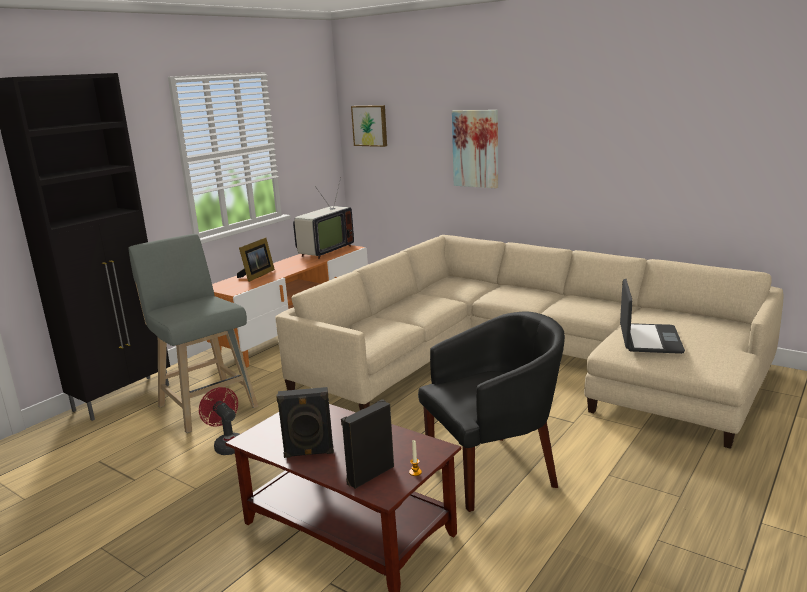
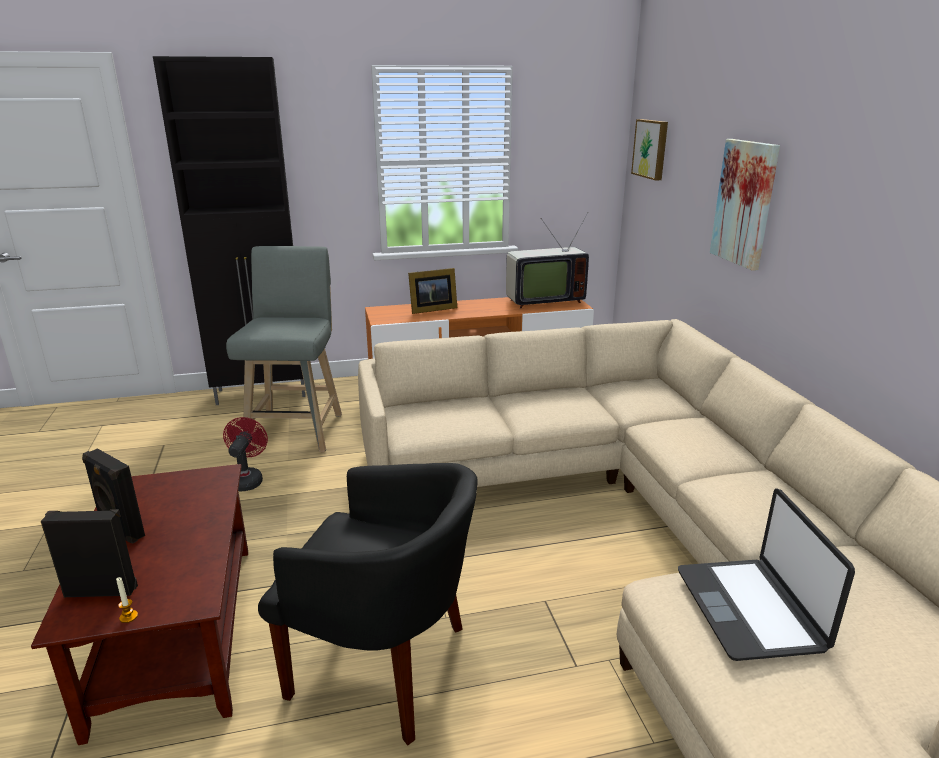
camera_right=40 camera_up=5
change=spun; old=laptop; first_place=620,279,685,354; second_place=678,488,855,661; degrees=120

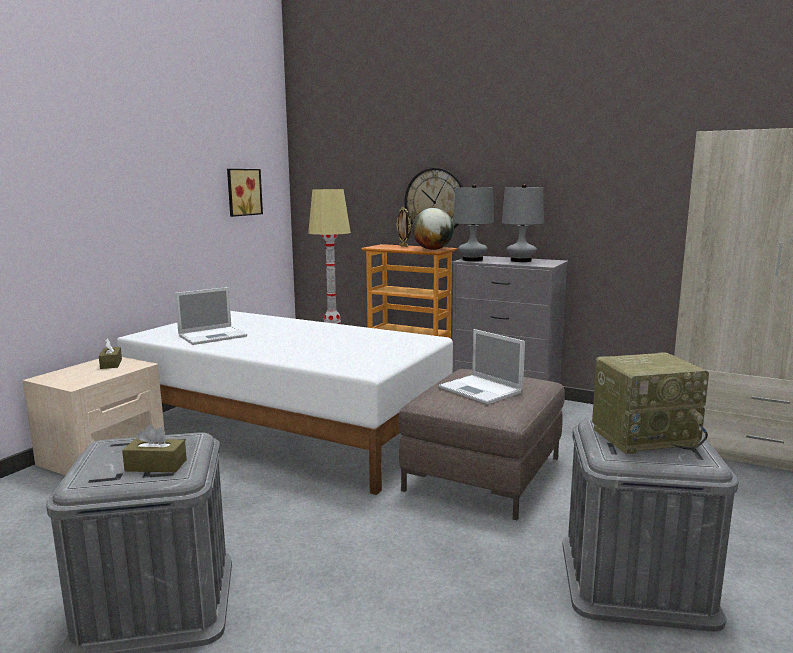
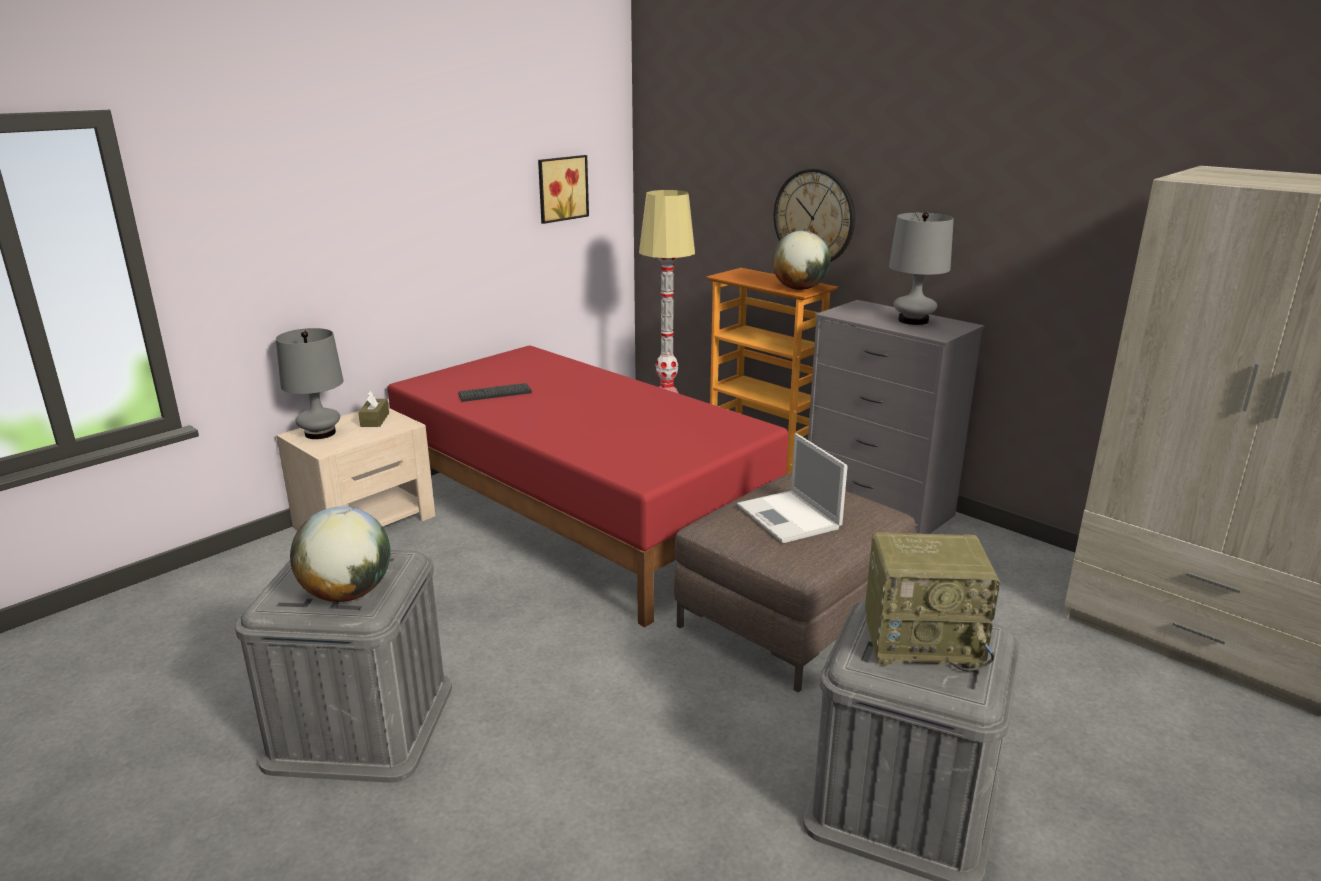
camera_right=15 camera_up=10
change=missing; old=picture_frame; first_place=396,207,411,247
change=relocated; old=grey_table_lamp; first_place=453,184,494,261; second_place=276,328,343,439
change=exchanged; old=brown_tissue_box; new=globe; first_place=122,425,187,472; second_place=290,506,391,602
change=exchanged; old=laptop; new=keyboard; first_place=175,287,247,345; second_place=458,383,532,402
change=colour; old=white_bed; new=red_bed; first_place=117,311,453,495; second_place=388,345,788,627

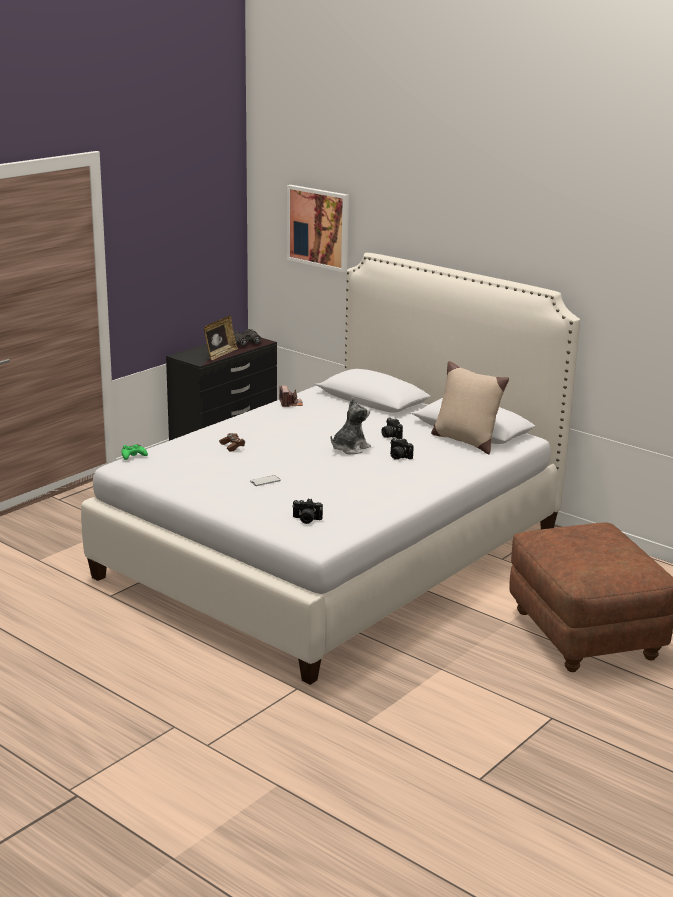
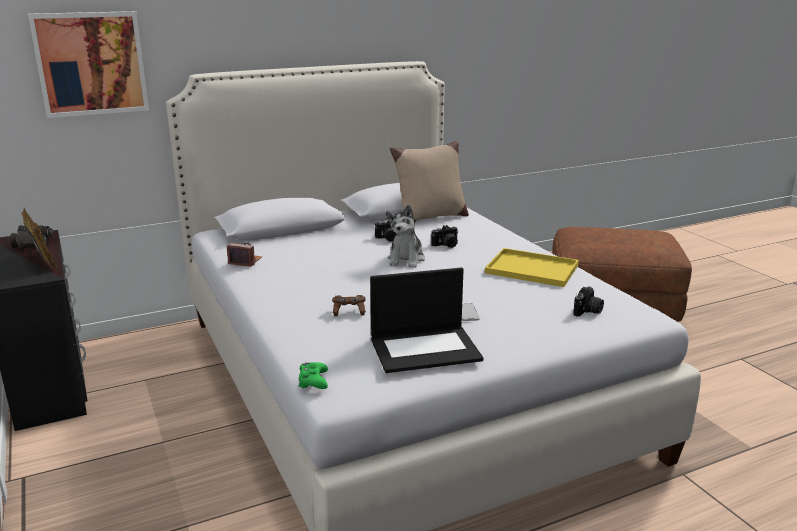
camera_right=-65 camera_up=0
change=appeared; new=laptop; second_place=370,267,483,373
change=appeared; new=yellow_tray; second_place=485,248,579,287
change=spun; old=plush_toy; first_place=330,397,371,454; second_place=386,205,425,268; degrees=-150

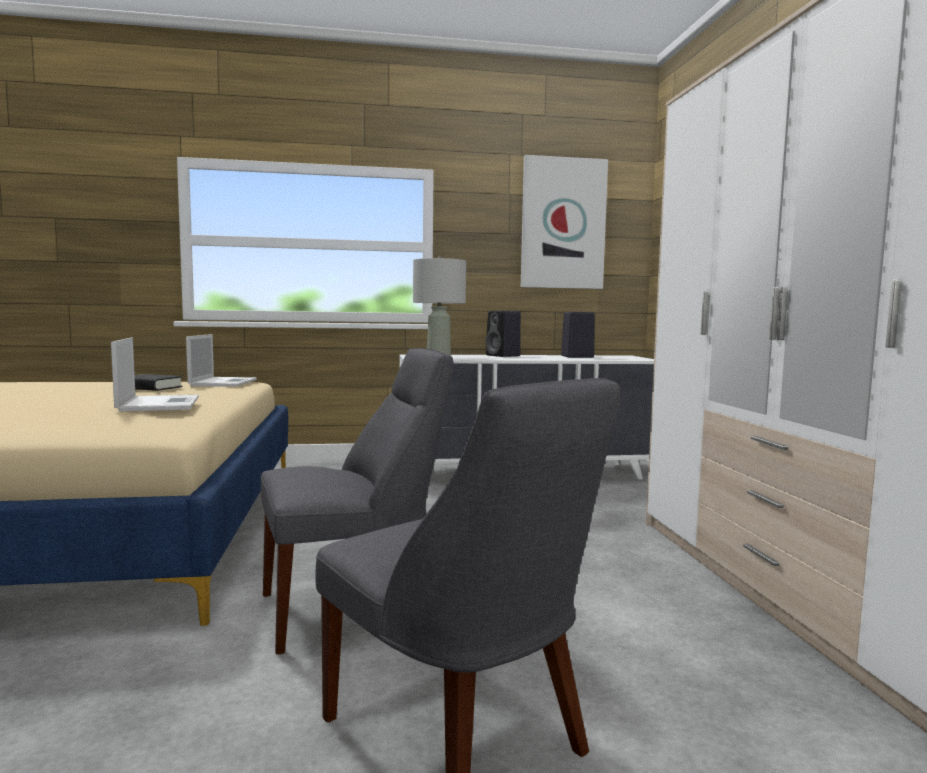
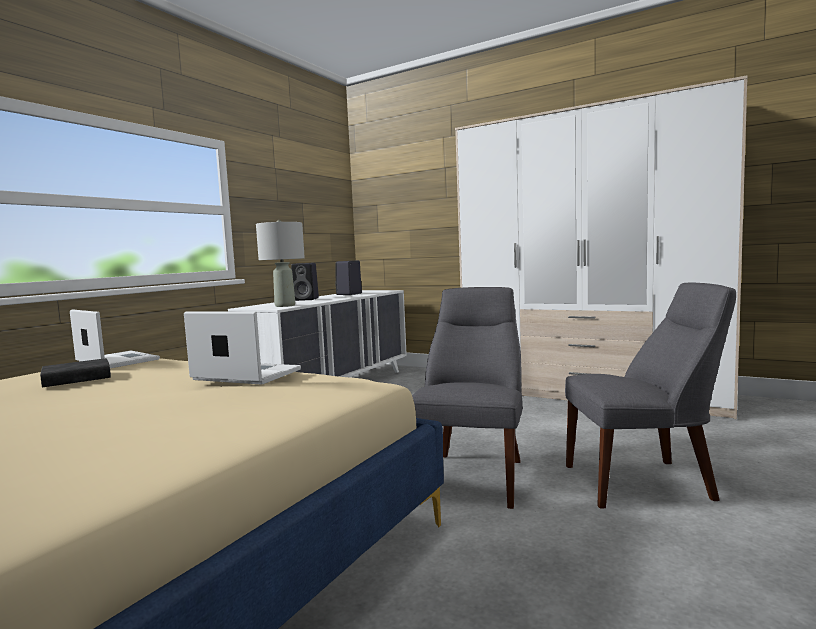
camera_right=-50 camera_up=0
change=missing; old=picture; first_place=521,155,608,289

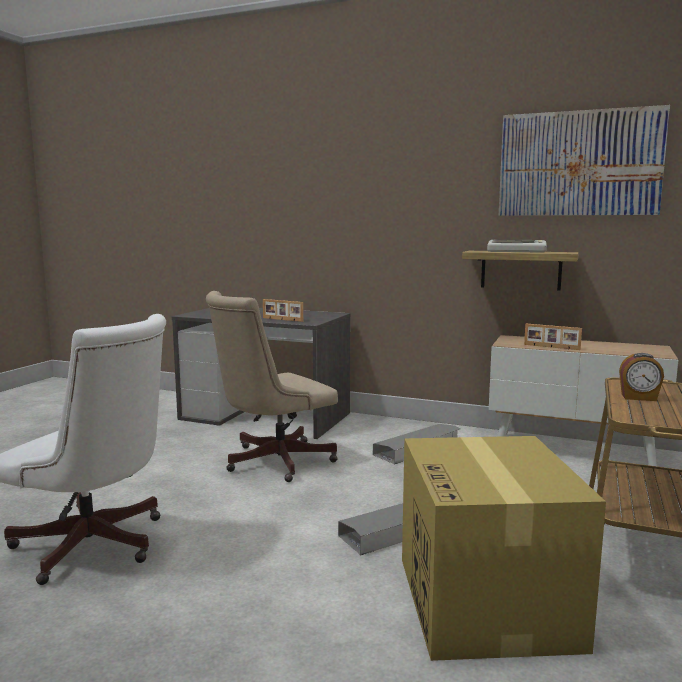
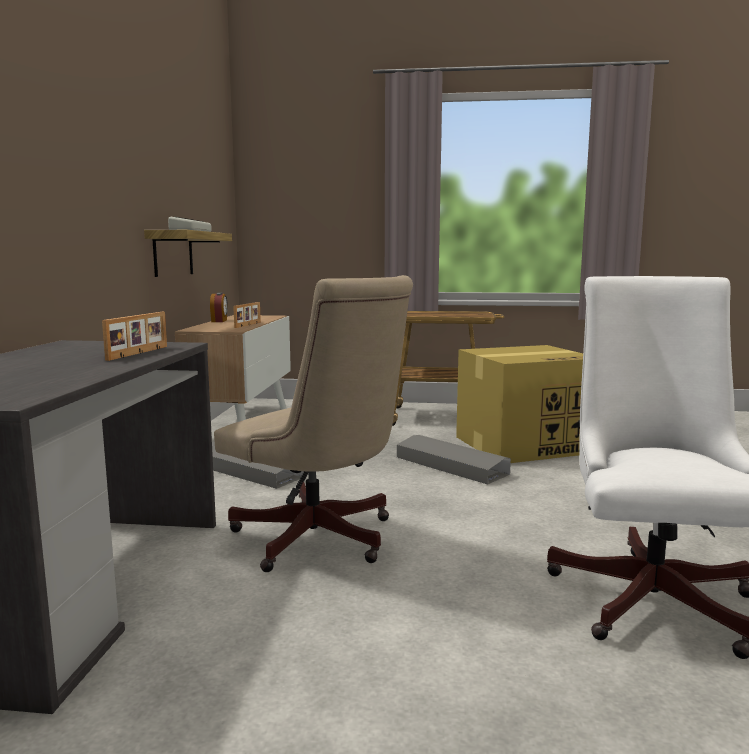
camera_right=-105 camera_up=0
change=missing; old=picture; first_place=499,105,670,216
change=relocated; old=alarm_clock; first_place=619,353,664,401; second_place=210,292,228,322

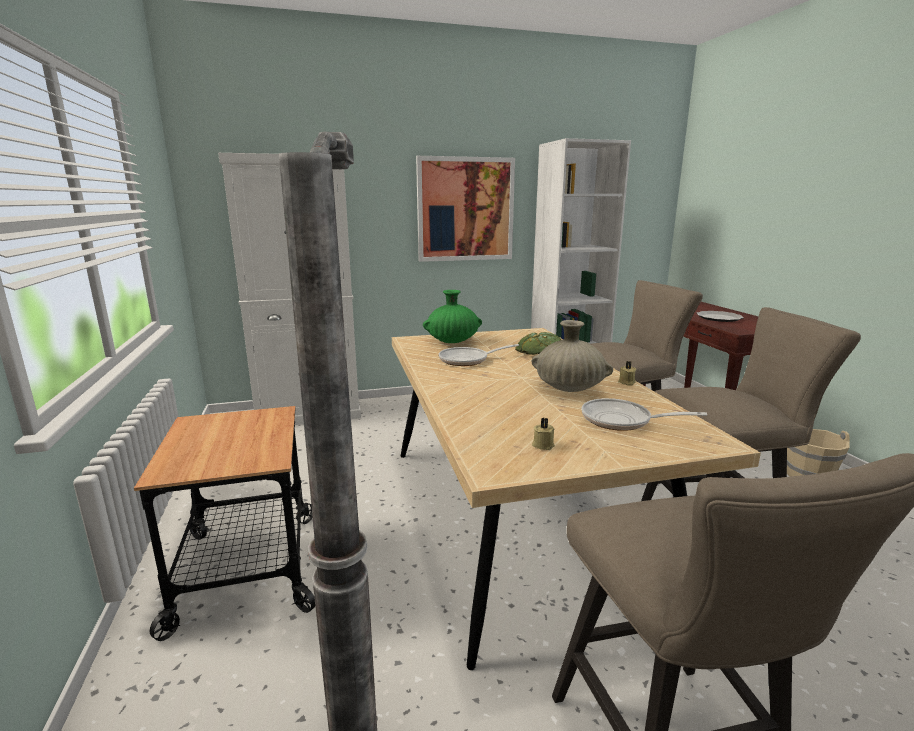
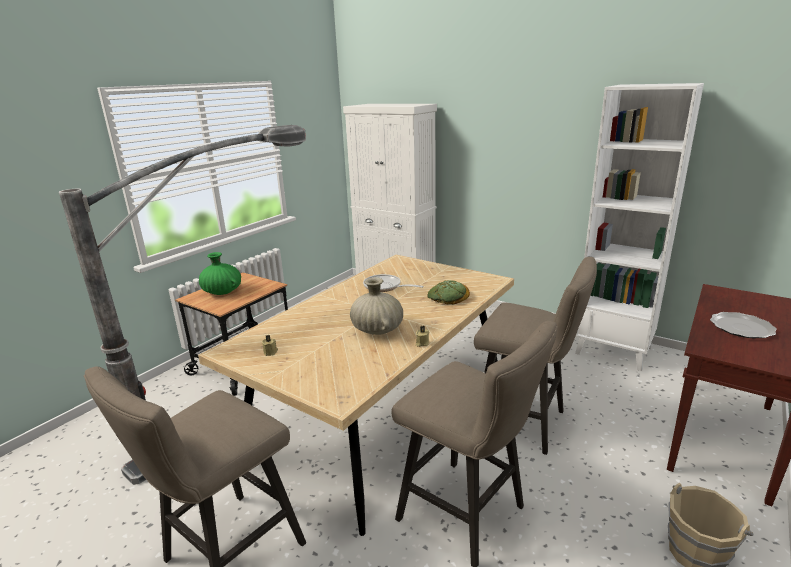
camera_right=50 camera_up=5
change=missing; old=picture; first_place=416,156,515,262
change=missing; old=frying_pan; first_place=581,398,707,431
change=relocated; old=green_vase; first_place=423,290,482,343; second_place=199,252,241,295

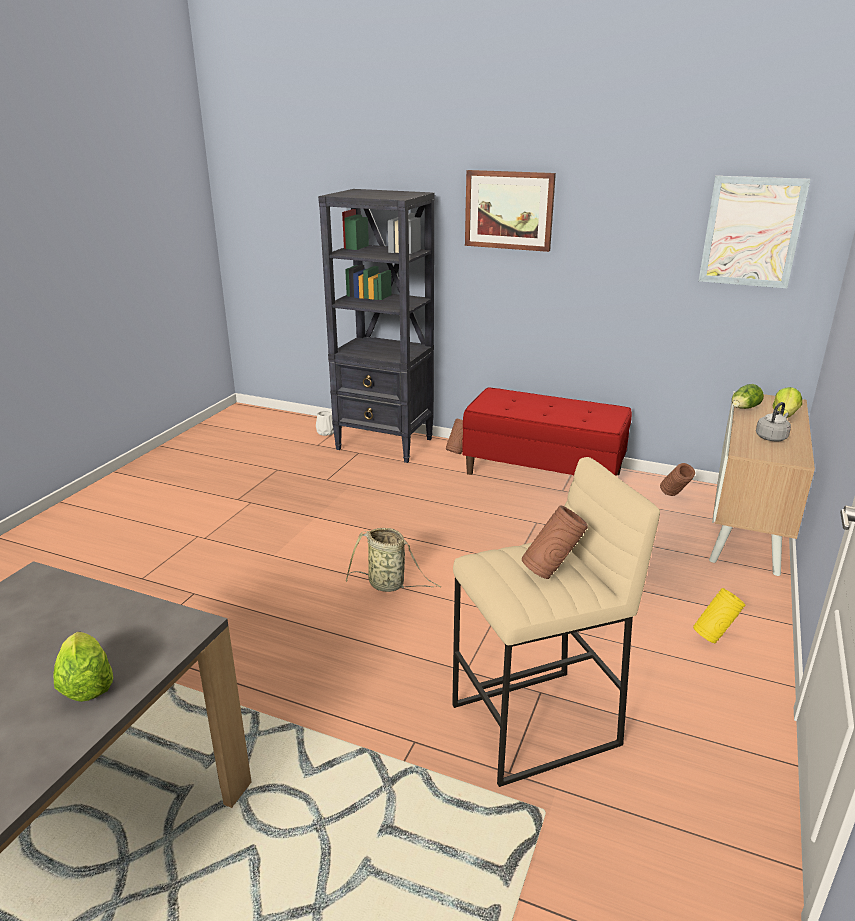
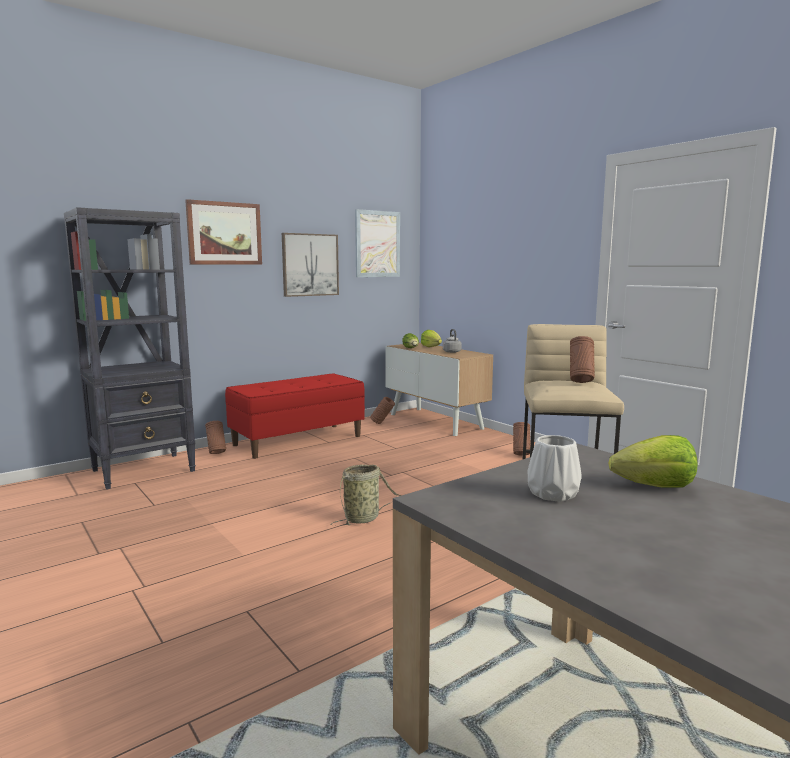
camera_right=-60 camera_up=-15
change=appeared; new=picture; second_place=282,233,339,297
change=relocated; old=white_vase; first_place=316,411,334,436; second_place=528,435,582,502
change=colour; old=yellow_vase; new=brown_vase; first_place=693,588,745,643; second_place=513,422,530,456

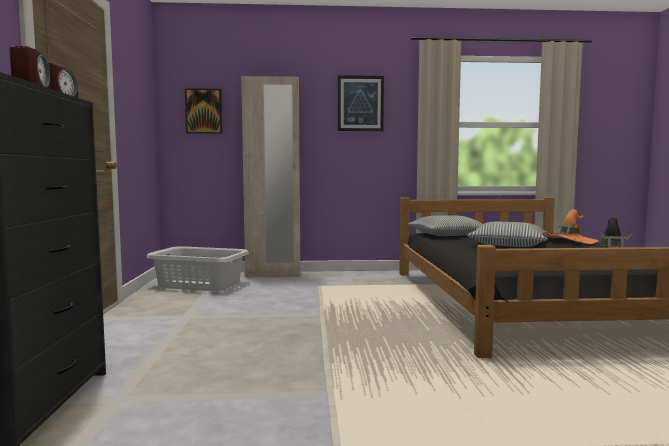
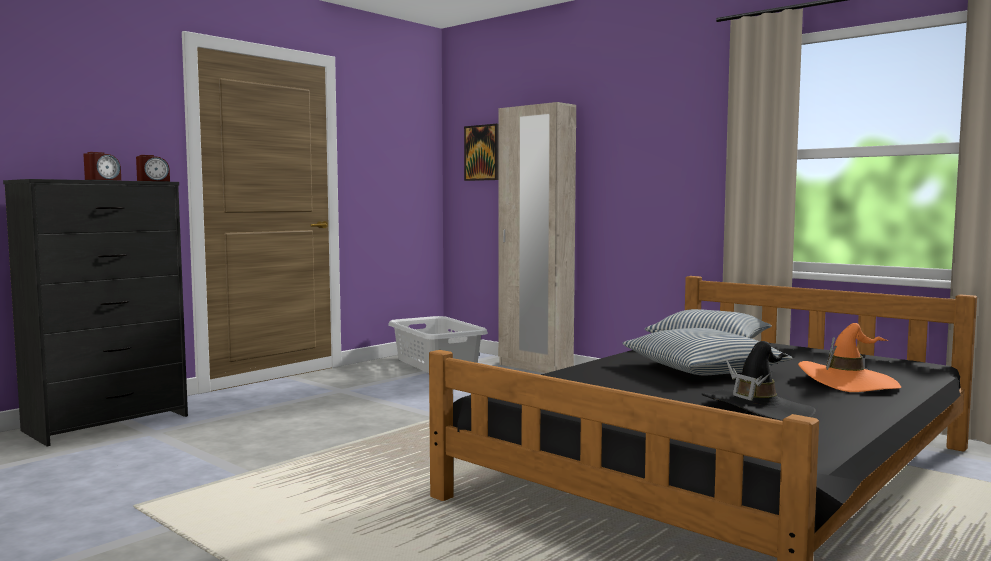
camera_right=45 camera_up=0
change=missing; old=picture; first_place=338,75,384,131

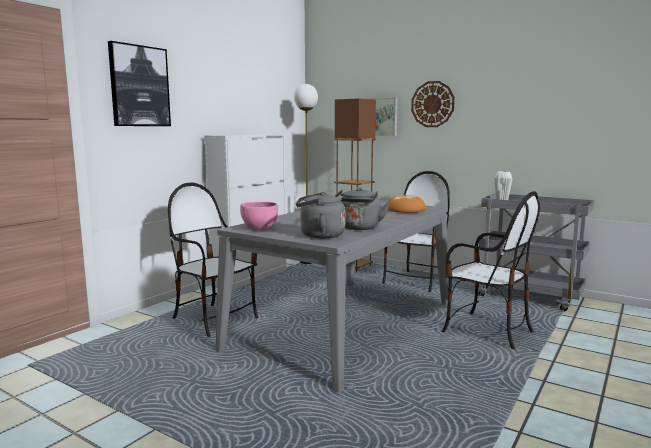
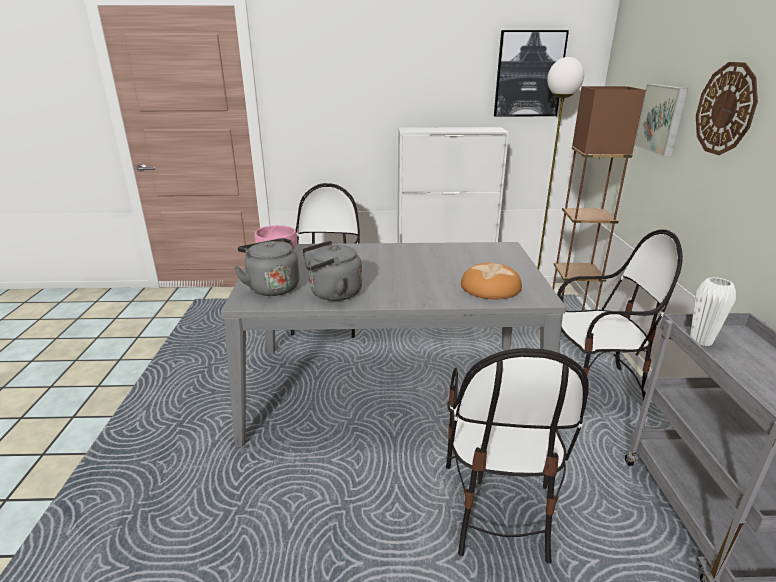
camera_right=55 camera_up=15
change=relocated; old=picture; first_place=108,41,171,126; second_place=494,30,569,117

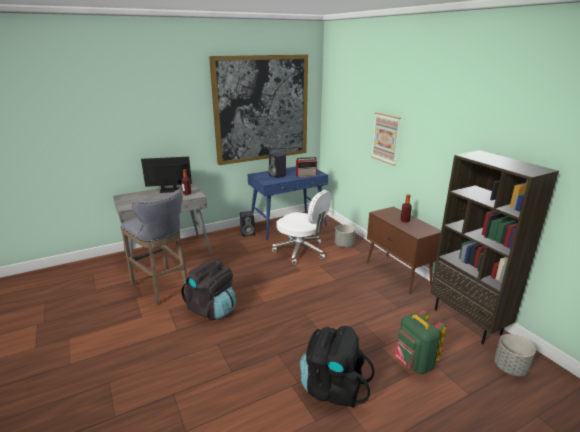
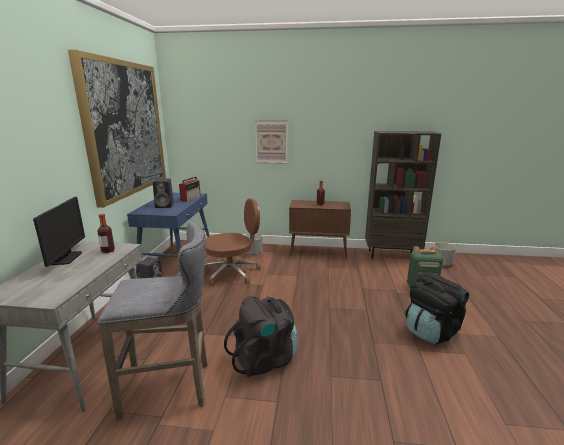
camera_right=-55 camera_up=-5
change=colour; old=white_office_chair; new=brown_office_chair; first_place=272,190,331,264; second_place=204,198,261,286
change=spun; old=monitor; first_place=141,157,192,193; second_place=33,197,85,267; degrees=150

